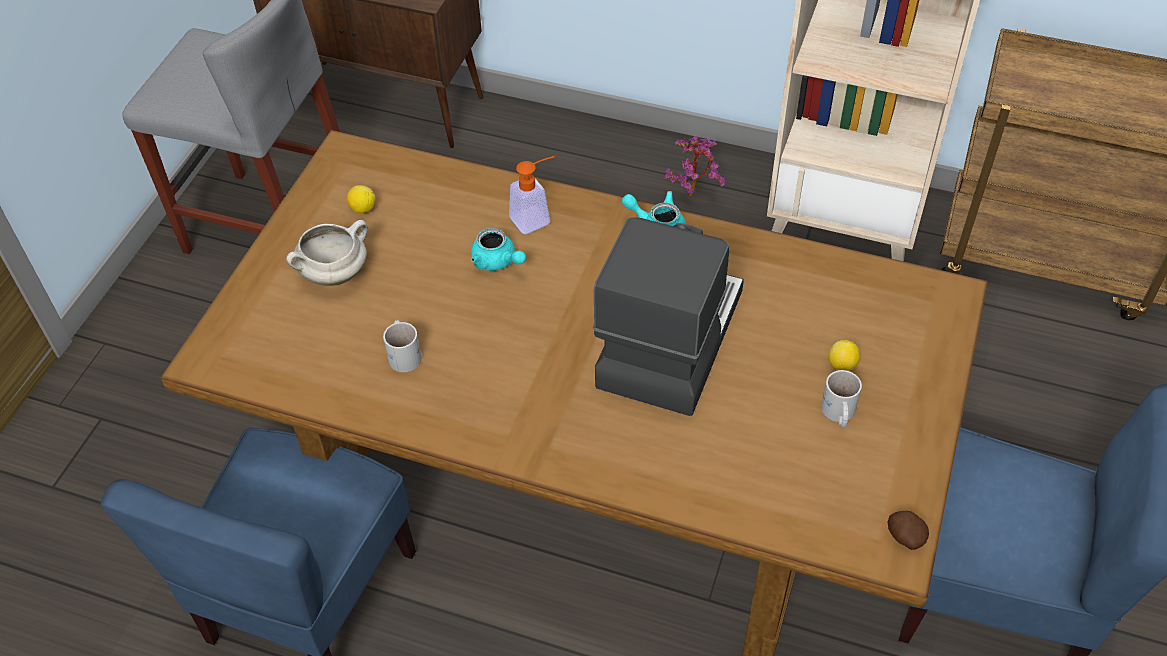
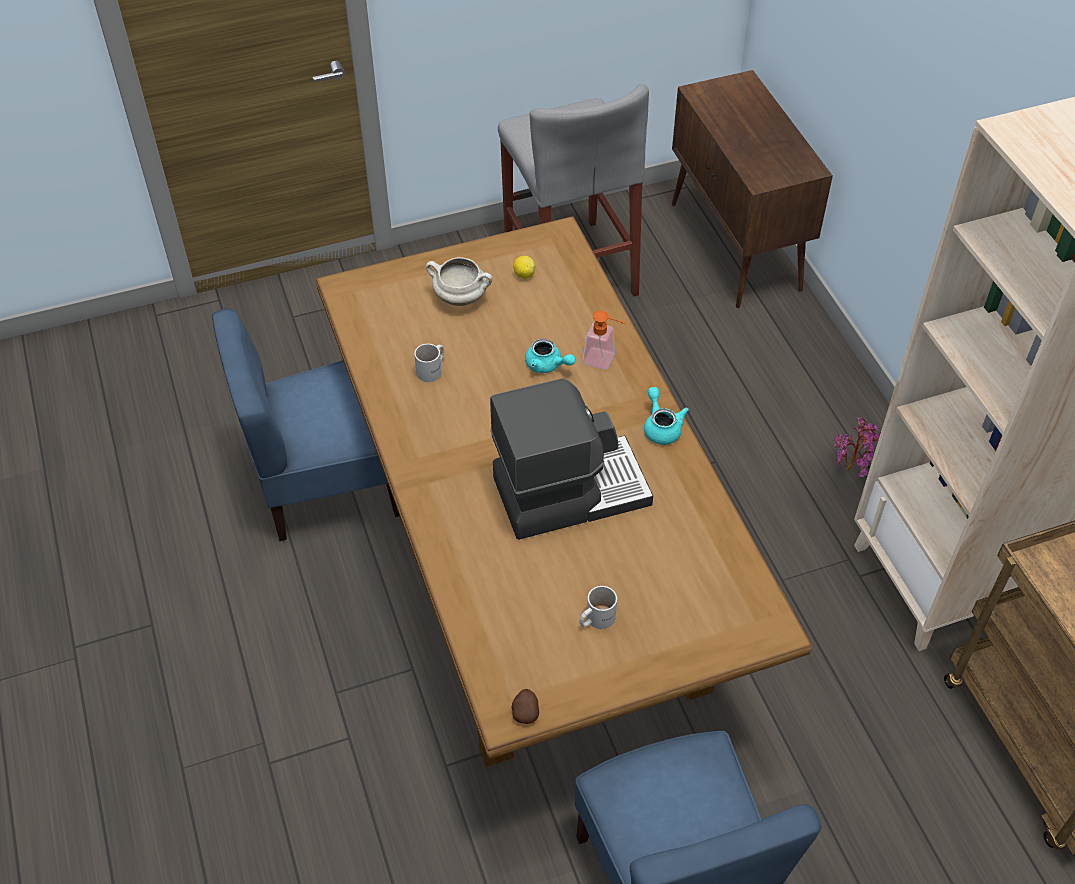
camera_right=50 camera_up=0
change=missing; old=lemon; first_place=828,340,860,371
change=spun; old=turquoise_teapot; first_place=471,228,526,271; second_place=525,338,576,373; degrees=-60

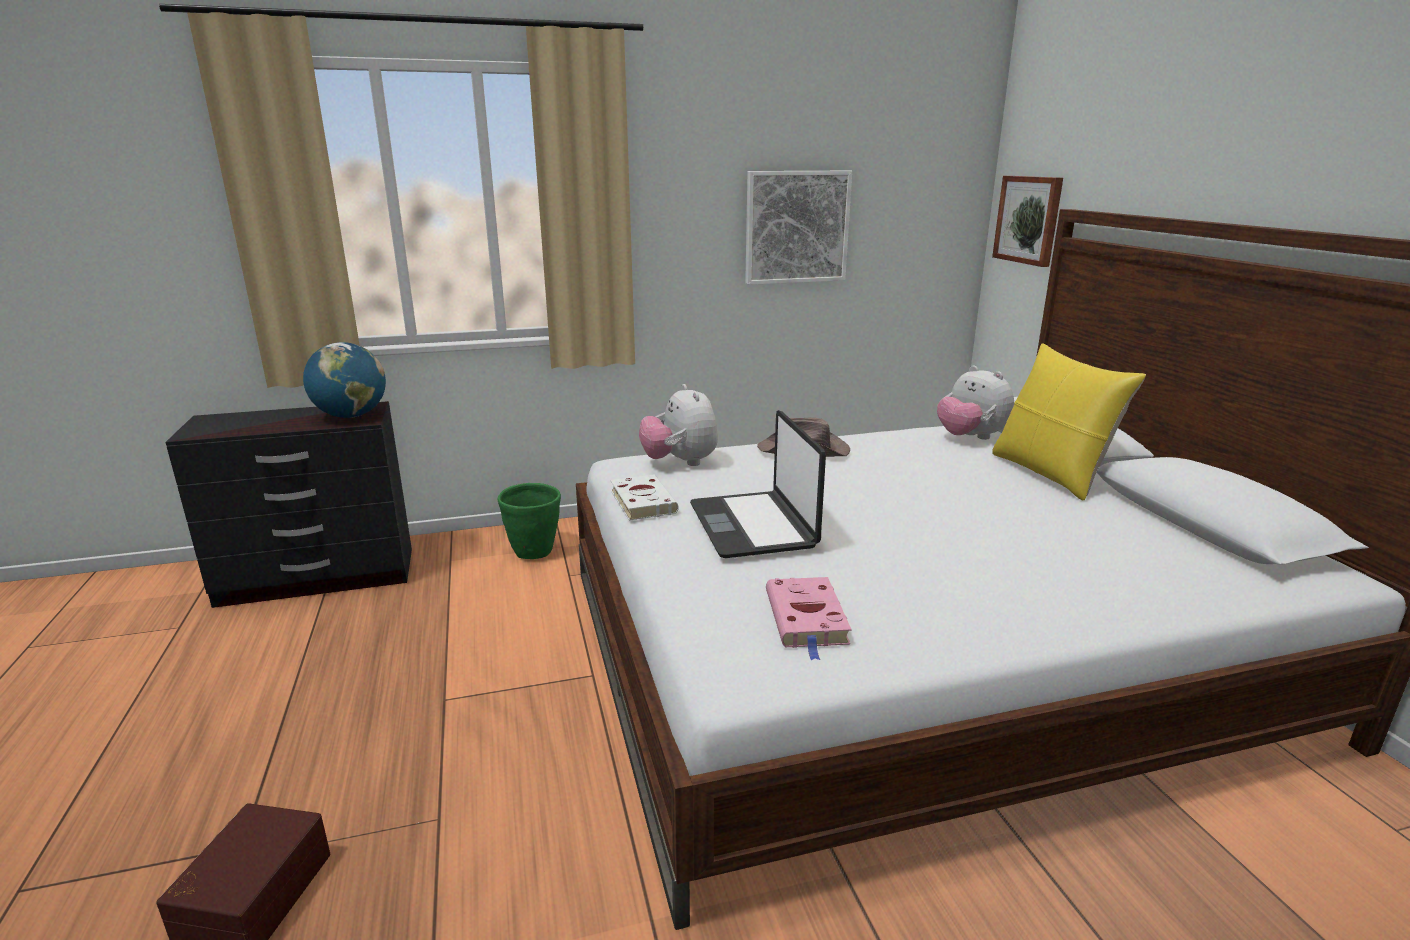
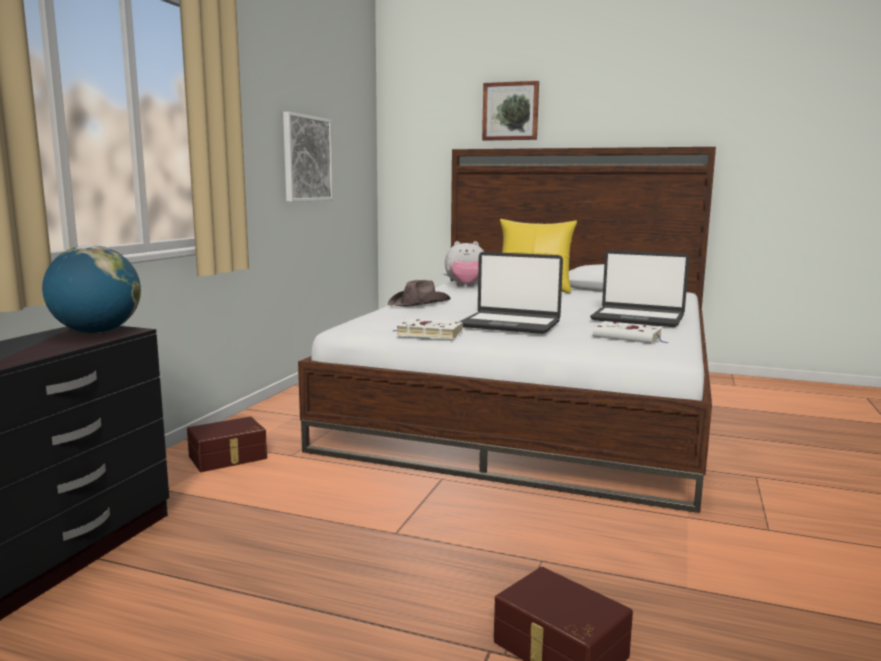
camera_right=-55 camera_up=-10
change=missing; old=plush_toy; first_place=639,384,718,466
change=appeared; new=laptop; second_place=590,250,689,327
change=relocated; old=picture; first_place=992,176,1063,267; second_place=482,81,539,141
change=exchanged; old=green_planter; new=brown_storage_box; first_place=498,483,561,559; second_place=187,416,267,472
change=colour; old=pink_book; new=white_book; first_place=766,577,852,660; second_place=593,321,669,344

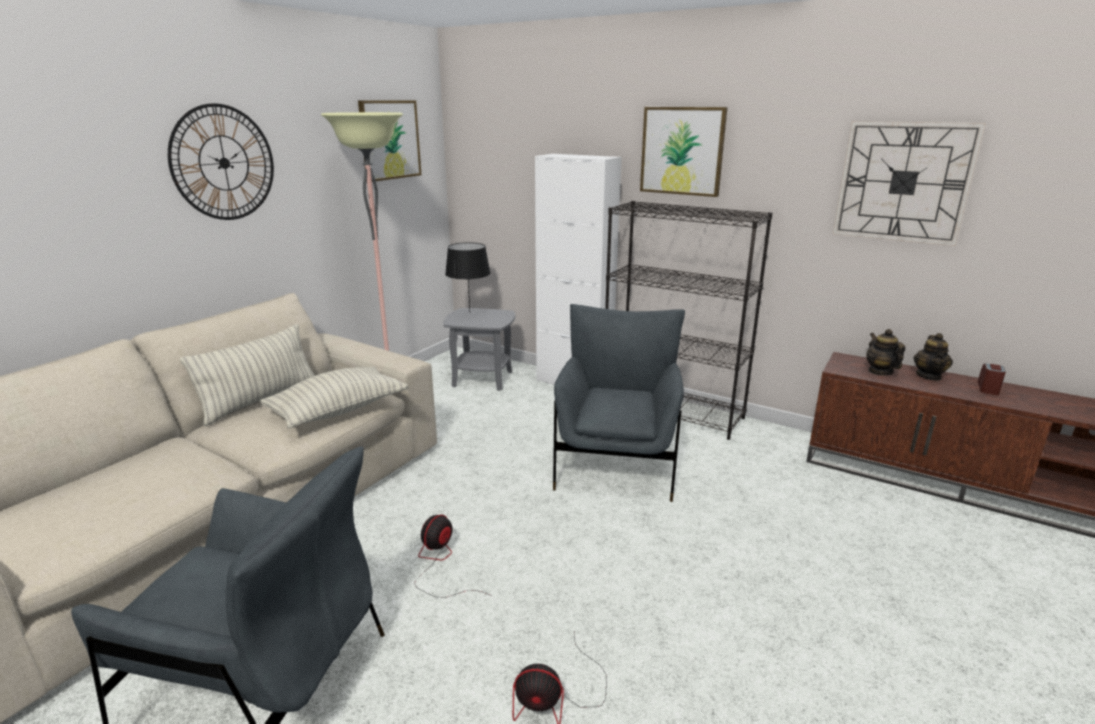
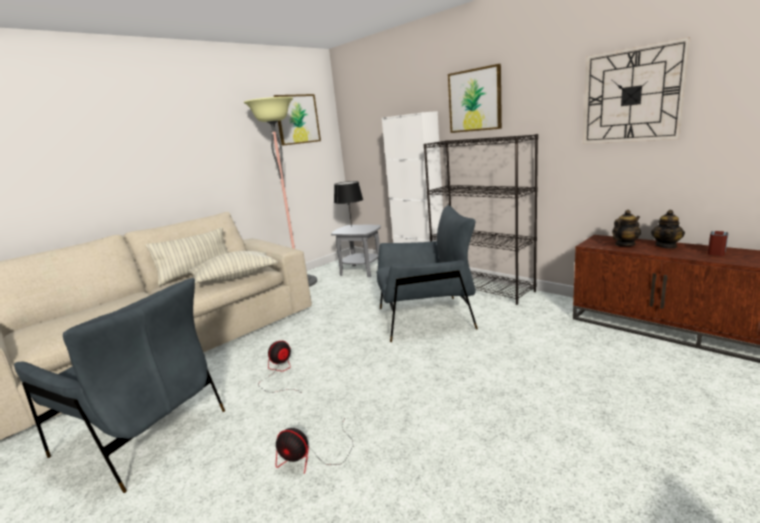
camera_right=15 camera_up=-5
change=missing; old=wall_clock; first_place=168,103,274,220
change=spun; old=grey_armchair; first_place=553,304,685,502; second_place=377,205,478,342; degrees=60
change=spun; old=teapot; first_place=866,329,905,376; second_place=612,210,641,246; degrees=60

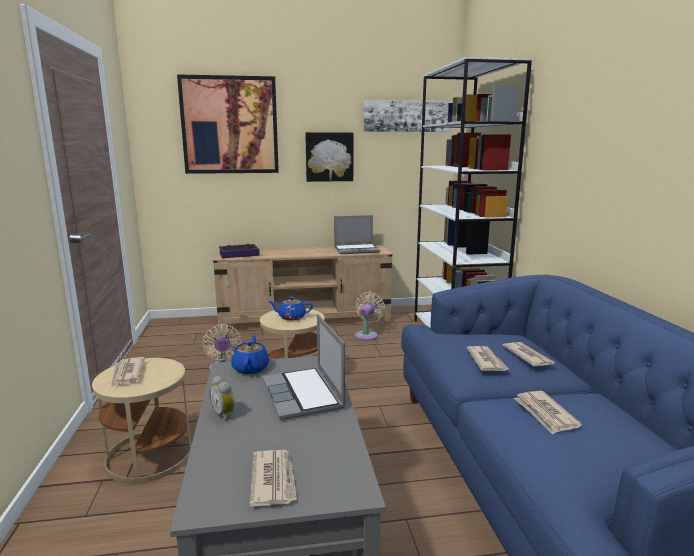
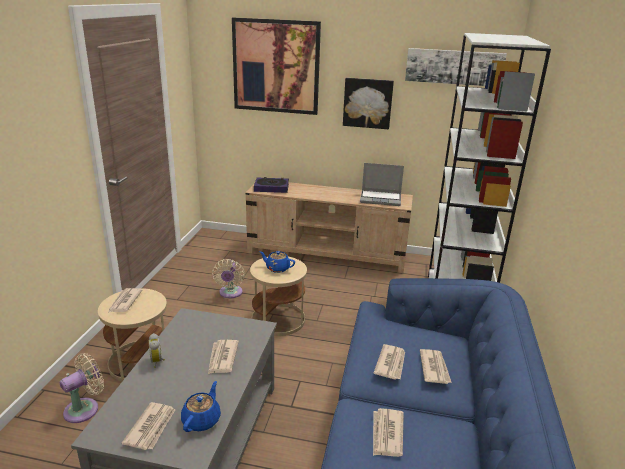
camera_right=20 camera_up=10
change=relocated; old=blue_teapot; first_place=231,335,269,374; second_place=181,381,221,432
change=relocated; old=beige_fan; first_place=355,292,385,341; second_place=60,353,104,423
change=exchanged; old=laptop; new=newspaper; first_place=262,314,346,420; second_place=208,340,239,374

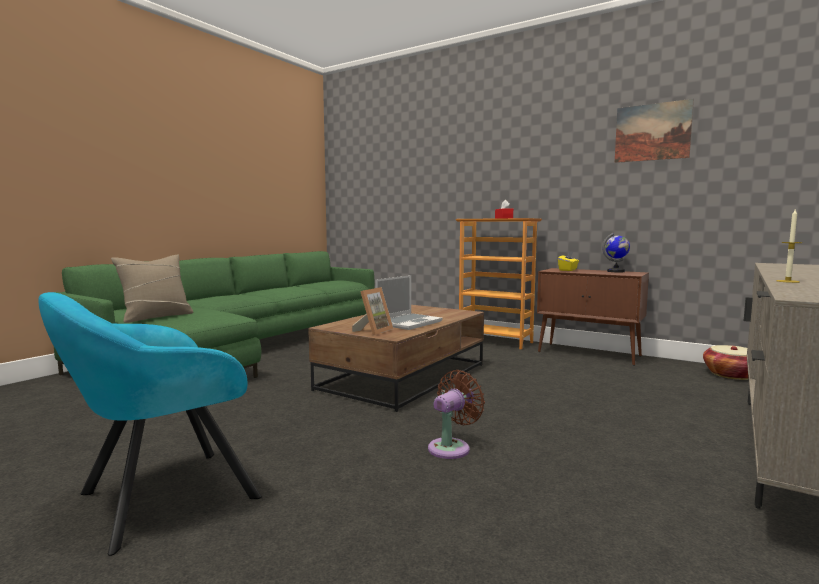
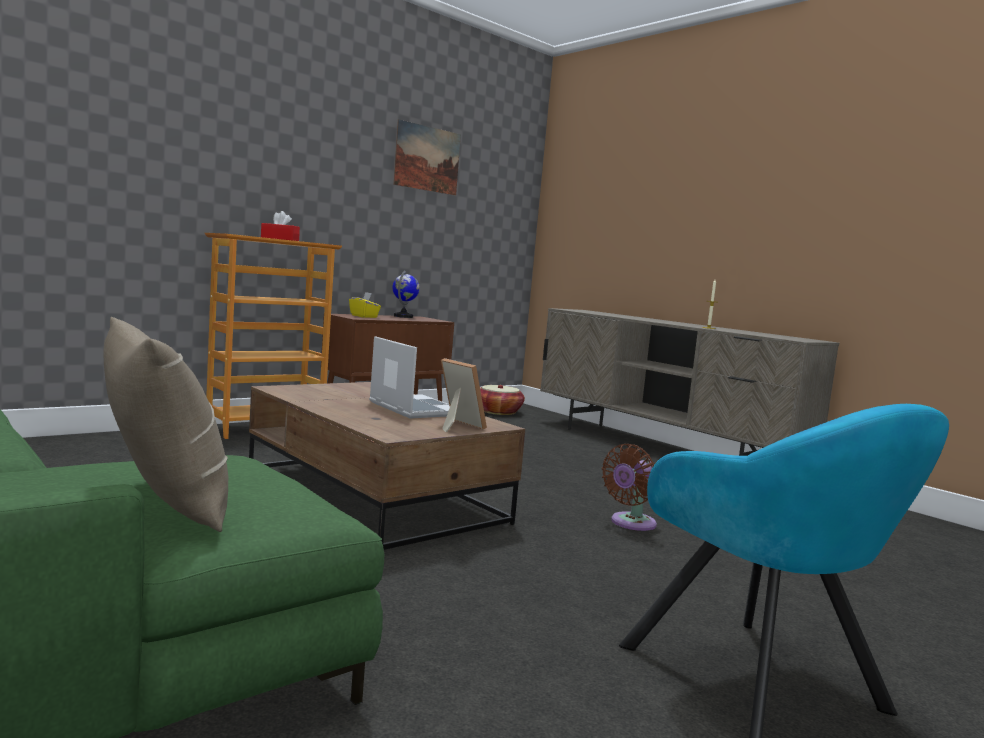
camera_right=-75 camera_up=0
change=spun; old=brown_fan; first_place=428,370,485,459; second_place=602,444,657,531; degrees=-105

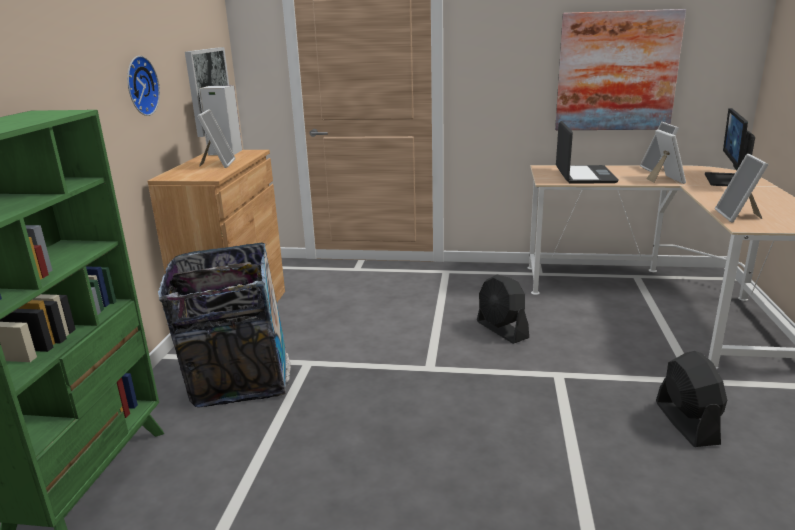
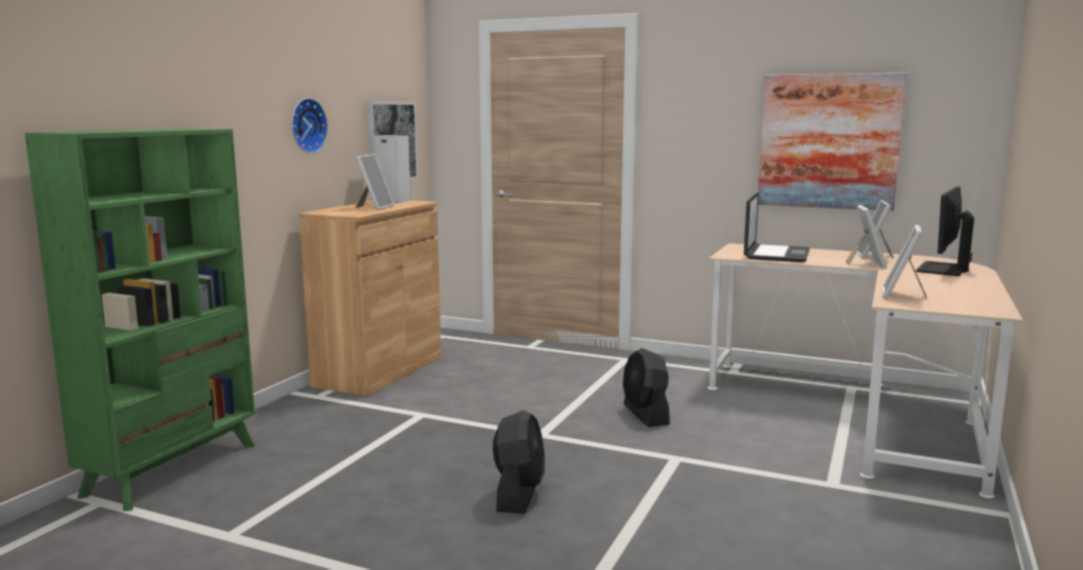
camera_right=15 camera_up=-10
change=missing; old=trash_can; first_place=158,243,291,408
change=relocated; old=black_fan; first_place=656,351,727,447; second_place=493,410,545,514

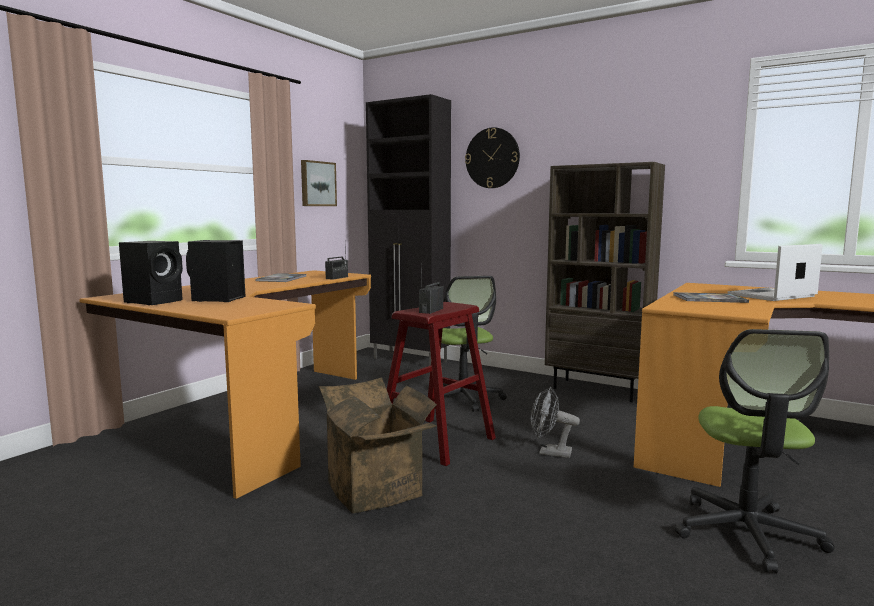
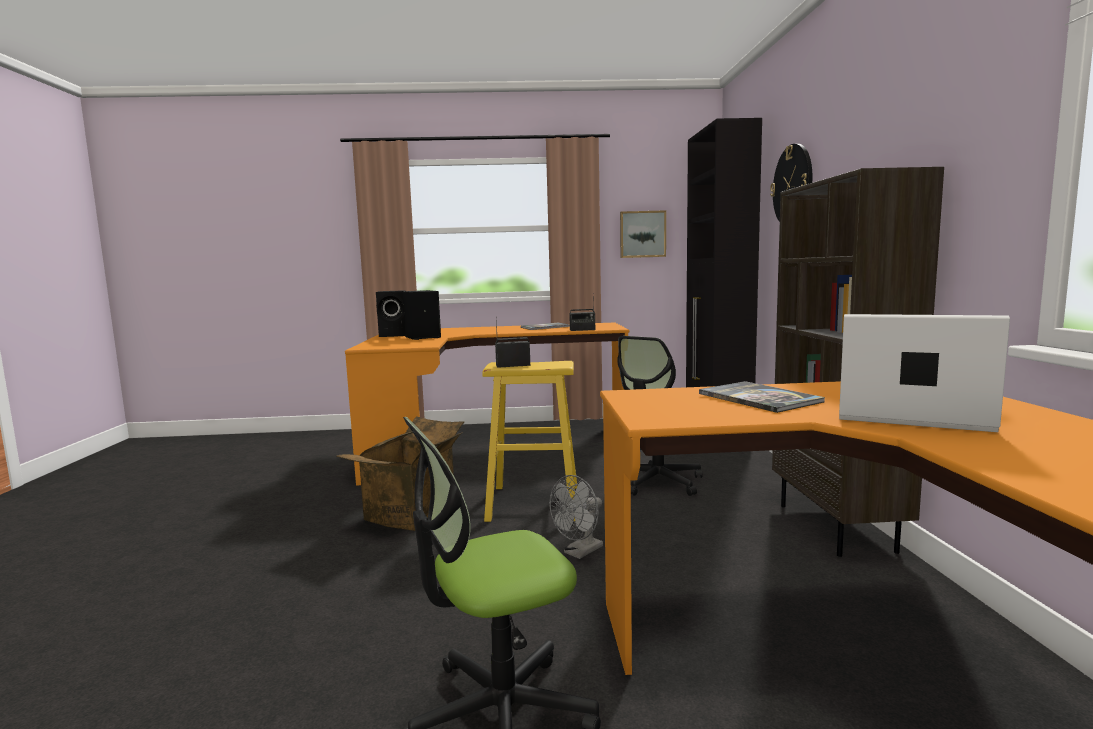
camera_right=55 camera_up=0
change=colour; old=red_stool; new=yellow_stool; first_place=387,302,496,466; second_place=482,361,577,522
change=spun; old=grey_fan; first_place=531,387,580,458; second_place=549,475,603,559; degrees=-120

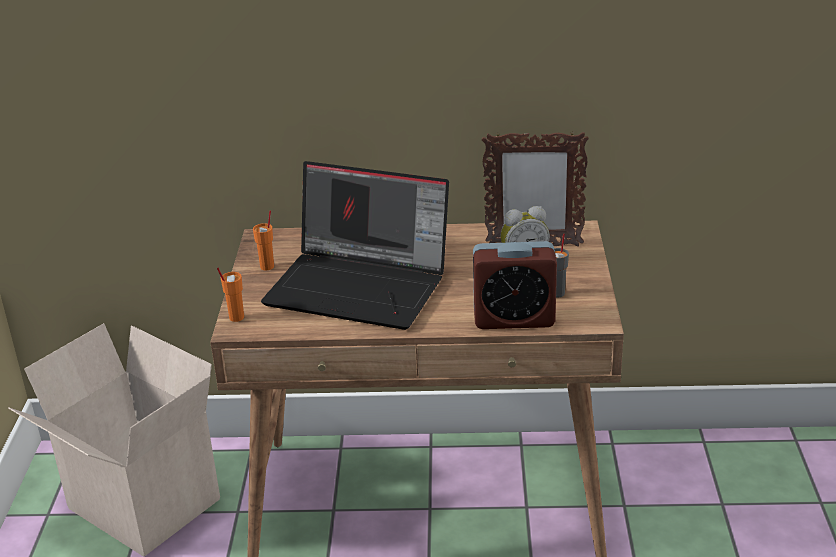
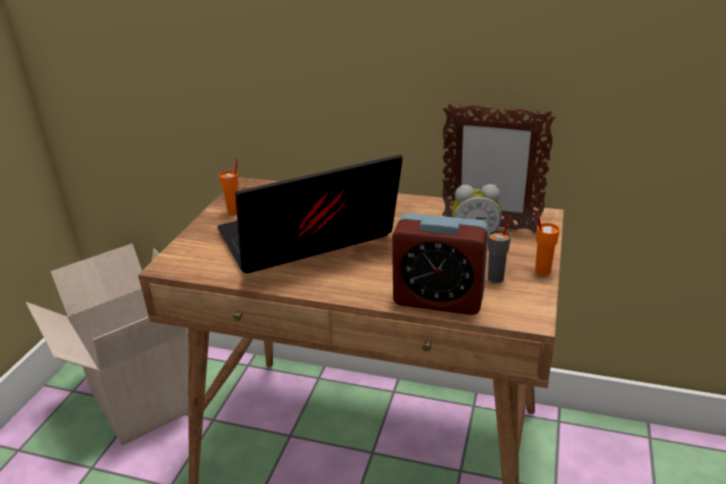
camera_right=15 camera_up=0
change=relocated; old=orange_cup; first_place=217,268,244,322; second_place=535,216,560,276
change=spun; old=laptop; first_place=261,161,449,330; second_place=217,154,403,274; degrees=120

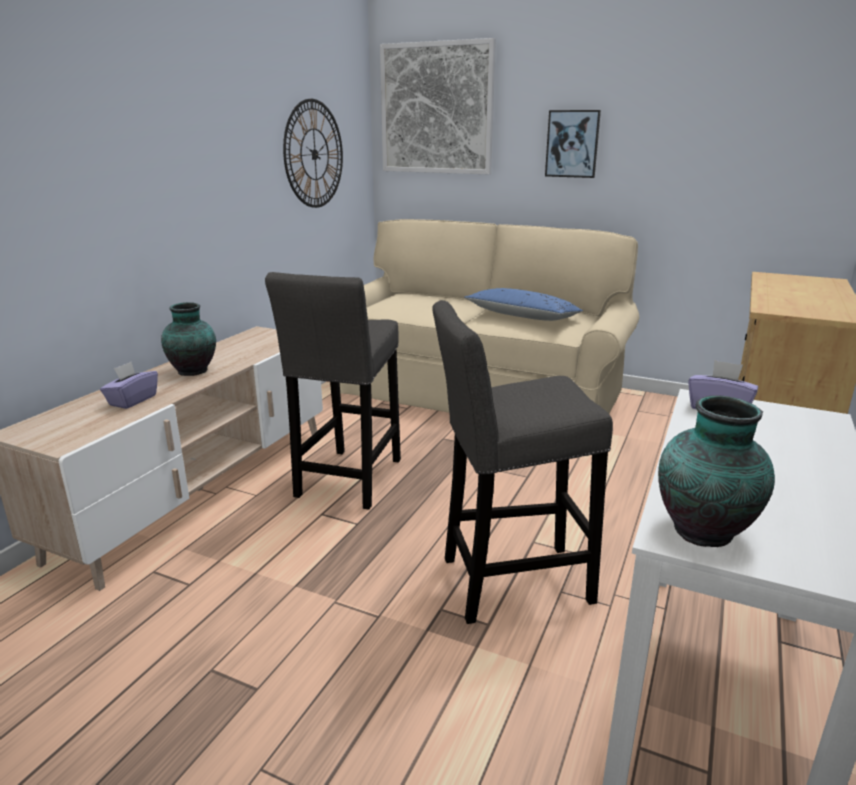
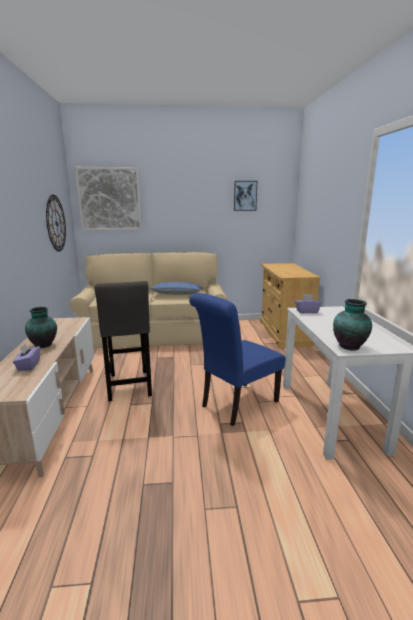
camera_right=-30 camera_up=-5
change=relocated; old=picture; first_place=545,110,601,178; second_place=234,181,257,211
change=exchanged; old=grey_stool; new=blue_chair; first_place=432,300,613,624; second_place=189,293,285,426

